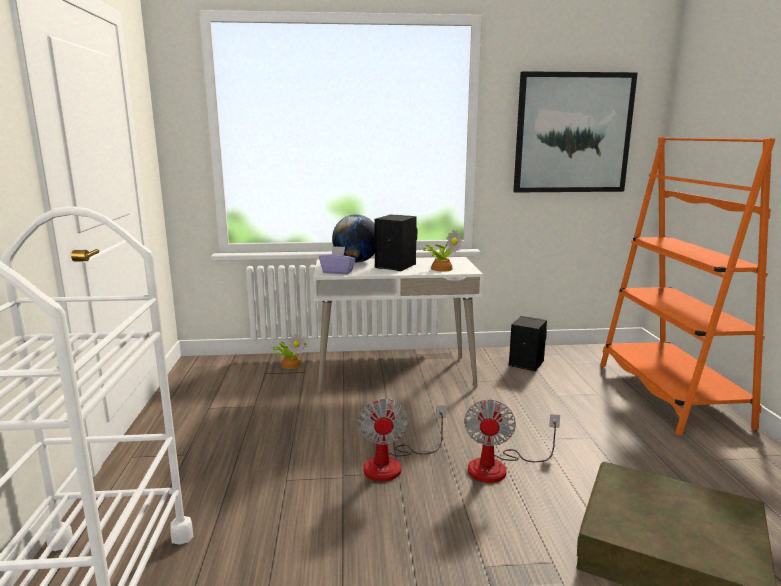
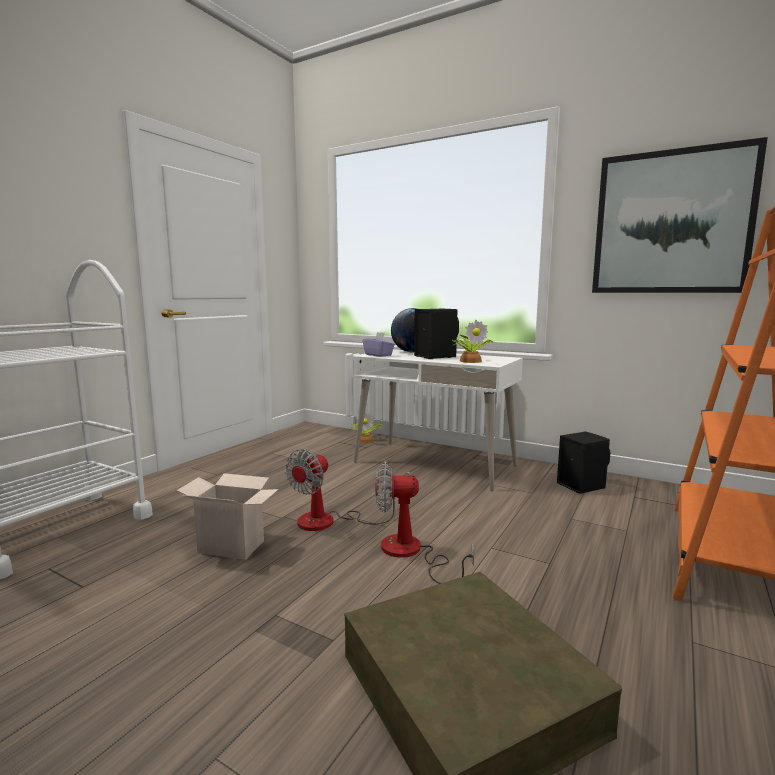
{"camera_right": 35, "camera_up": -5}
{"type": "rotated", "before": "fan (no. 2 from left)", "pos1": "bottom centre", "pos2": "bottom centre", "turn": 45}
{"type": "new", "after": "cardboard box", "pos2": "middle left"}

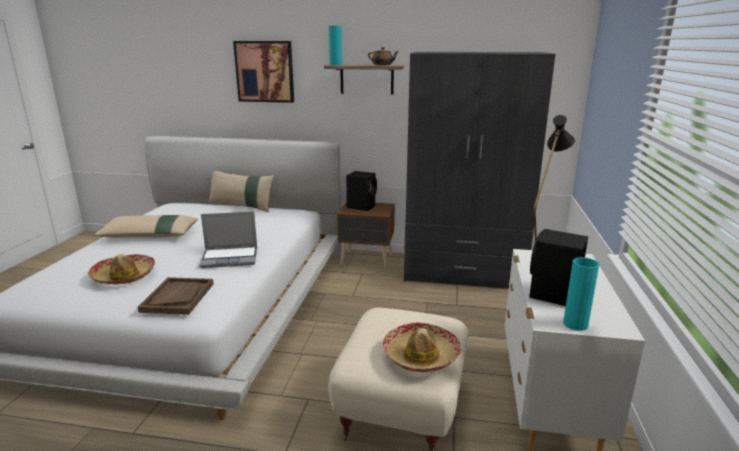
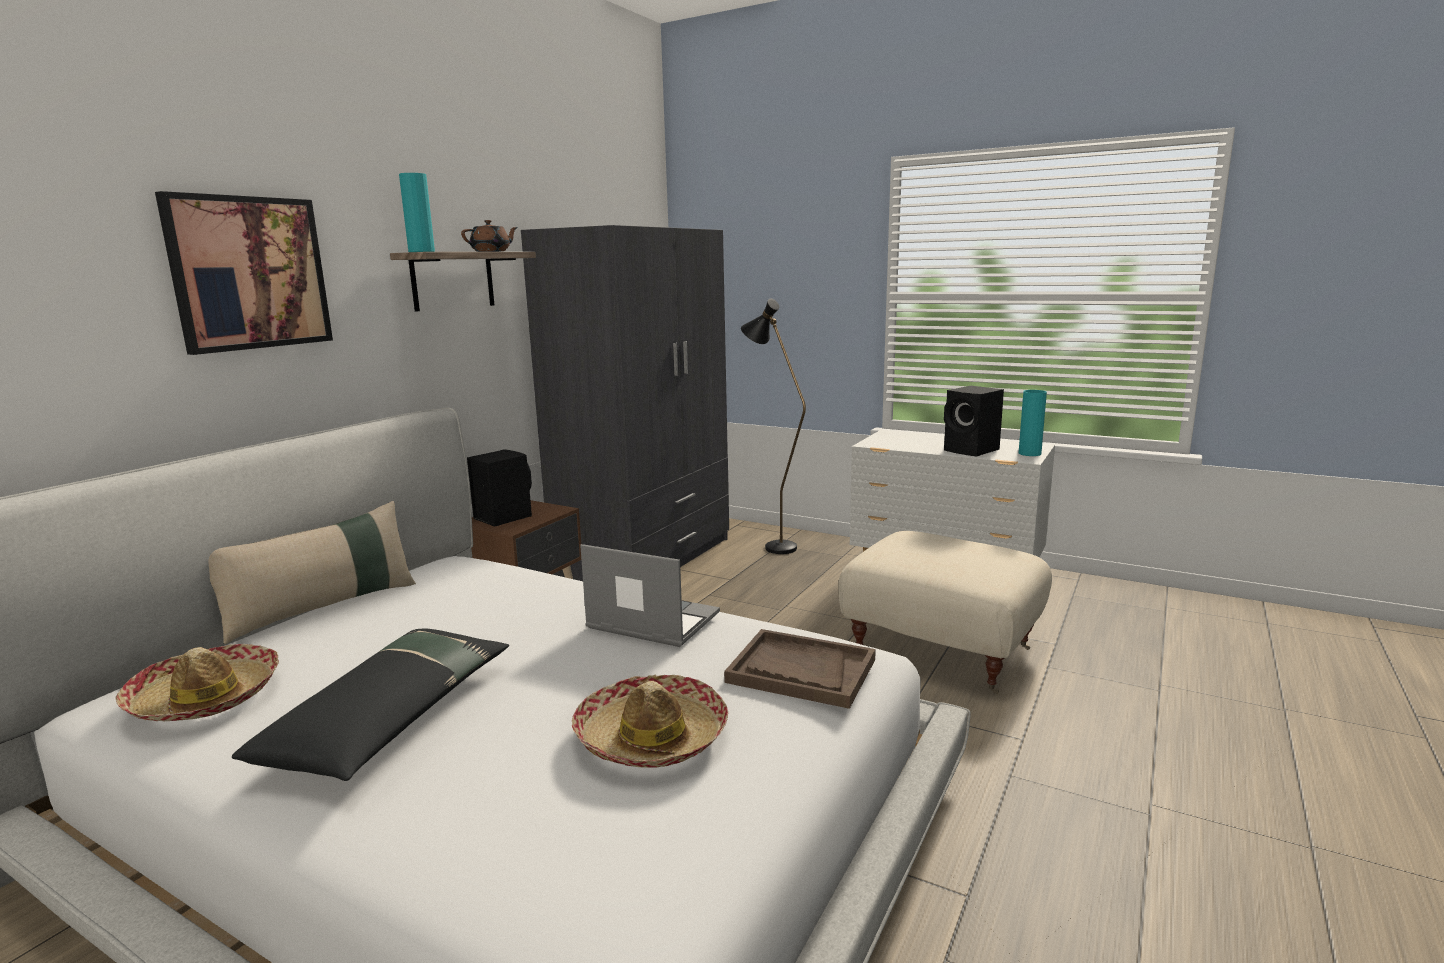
{"camera_right": -70, "camera_up": -5}
{"type": "rotated", "before": "laptop", "pos1": "middle left", "pos2": "centre", "turn": -75}
{"type": "repainted", "before": "pillow (beige) (no. 1 from left)", "after": "pillow (black)", "pos1": "middle left", "pos2": "bottom left"}
{"type": "shifted", "before": "hat (no. 2 from left in the first image)", "after": "hat (no. 1 from left)", "pos1": "bottom centre", "pos2": "bottom left"}

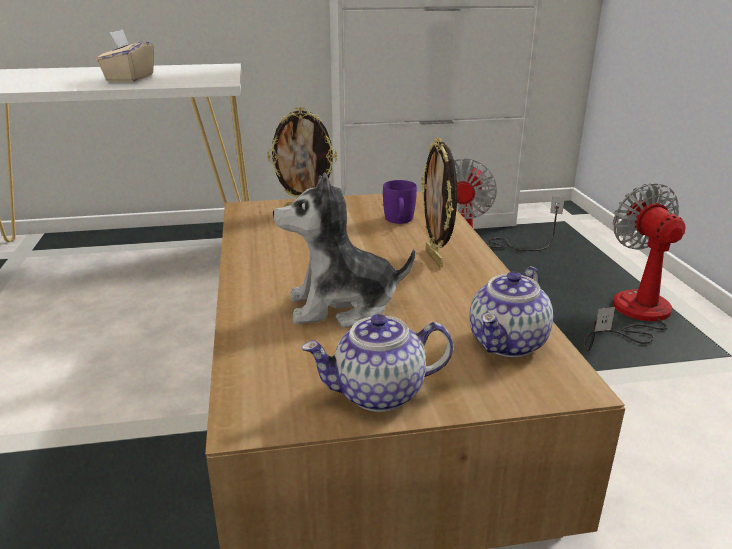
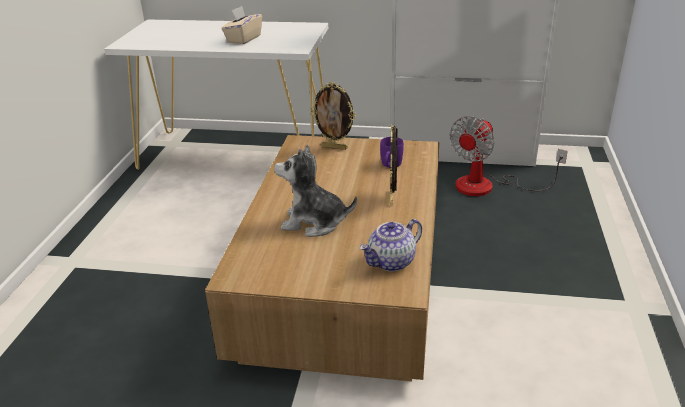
{"camera_right": 20, "camera_up": 5}
{"type": "gone", "before": "fan (no. 2 from left)", "pos1": "middle right"}
{"type": "gone", "before": "teapot (no. 1 from left)", "pos1": "centre"}

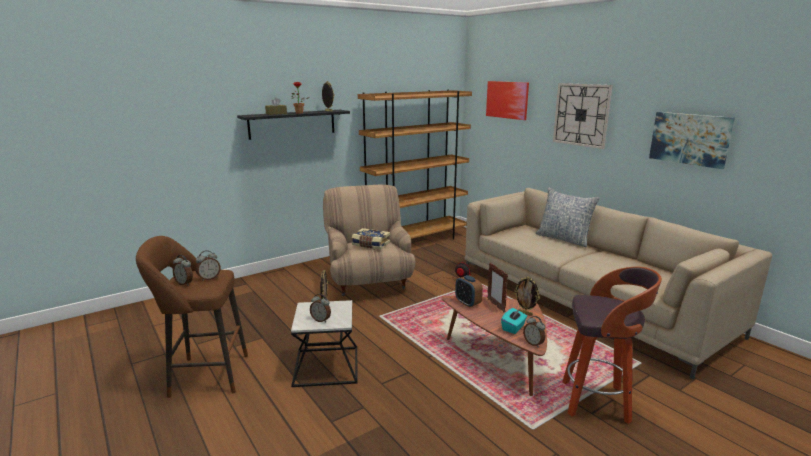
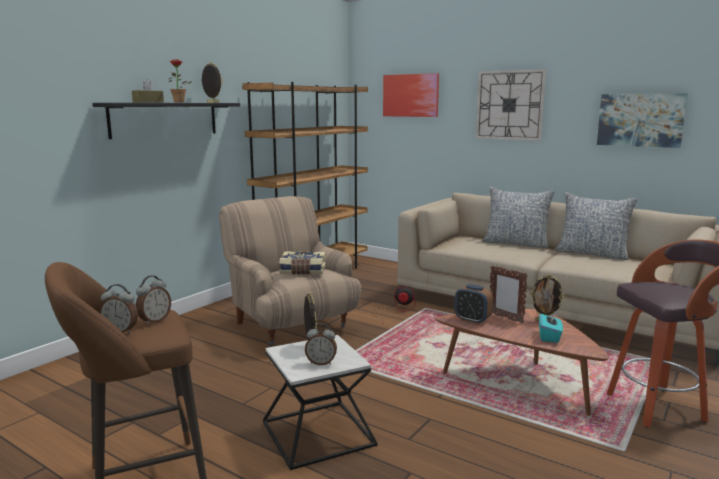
{"camera_right": -20, "camera_up": -5}
{"type": "gone", "before": "alarm clock (no. 5 from left)", "pos1": "bottom centre"}
{"type": "new", "after": "pillow (no. 2 from left)", "pos2": "middle right"}

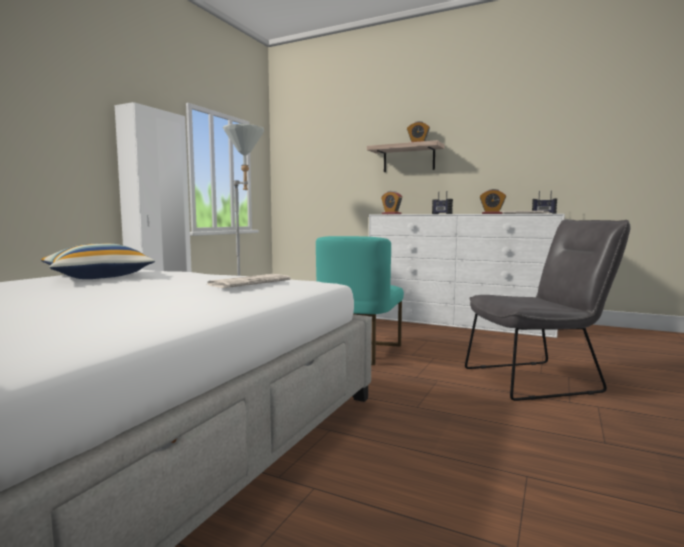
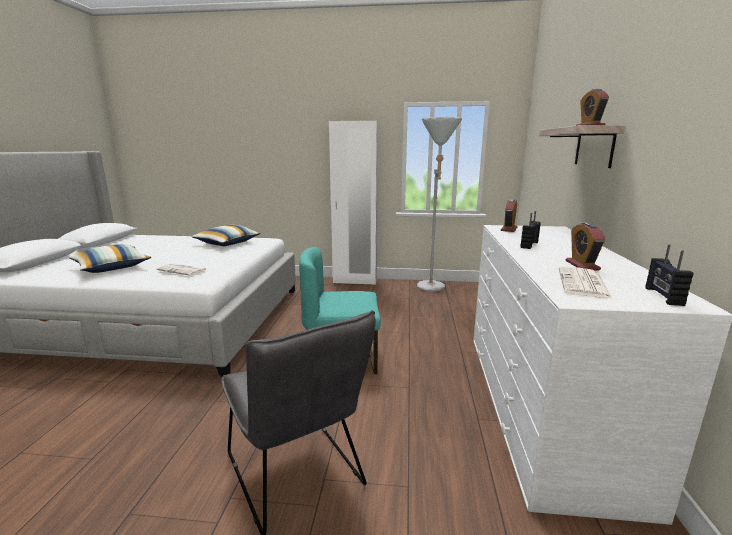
{"camera_right": 70, "camera_up": 10}
{"type": "new", "after": "pillow (no. 1 from left)", "pos2": "middle left"}

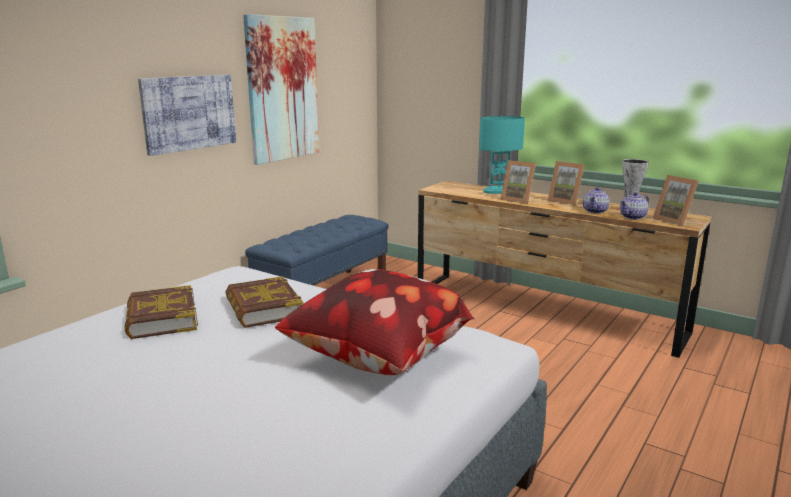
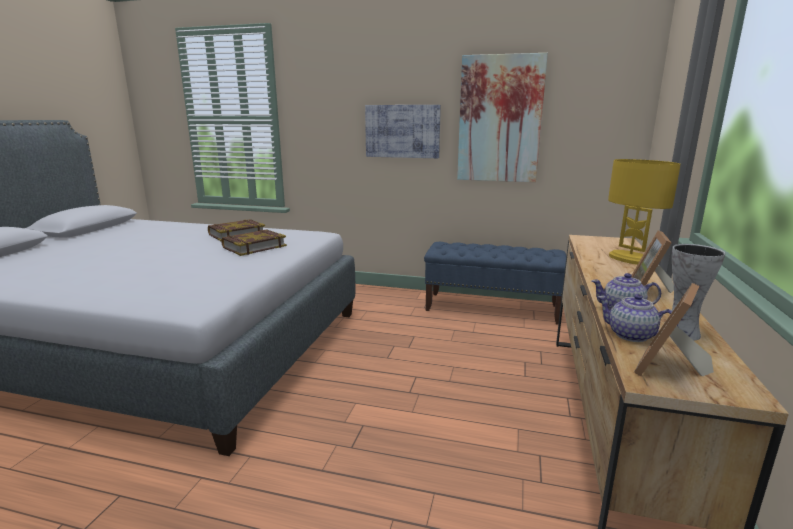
{"camera_right": 70, "camera_up": 0}
{"type": "repainted", "before": "table lamp (turquoise)", "after": "table lamp (yellow)", "pos1": "top centre", "pos2": "middle right"}
{"type": "gone", "before": "picture frame (no. 1 from left)", "pos1": "centre"}
{"type": "gone", "before": "pillow", "pos1": "centre"}

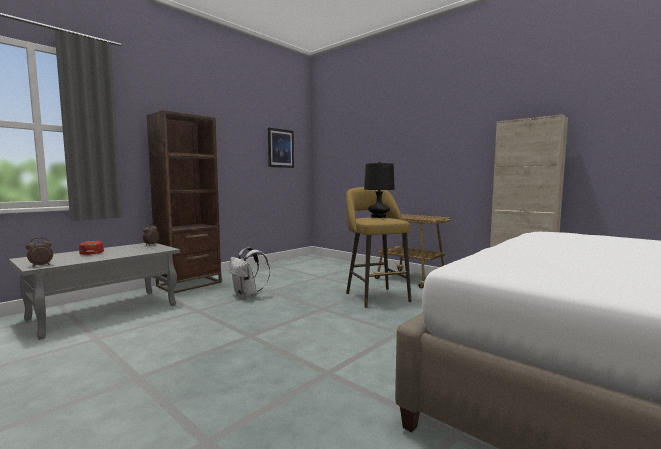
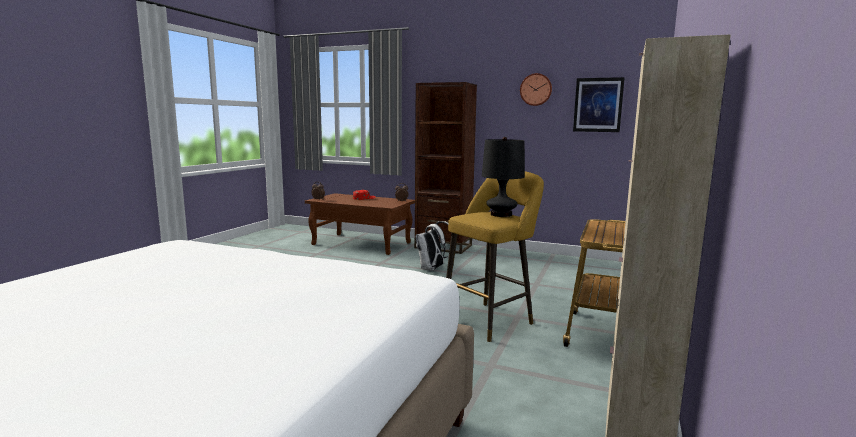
{"camera_right": 70, "camera_up": 5}
{"type": "repainted", "before": "coffee table (grey)", "after": "coffee table (brown)", "pos1": "middle left", "pos2": "centre"}
{"type": "new", "after": "wall clock", "pos2": "top centre"}

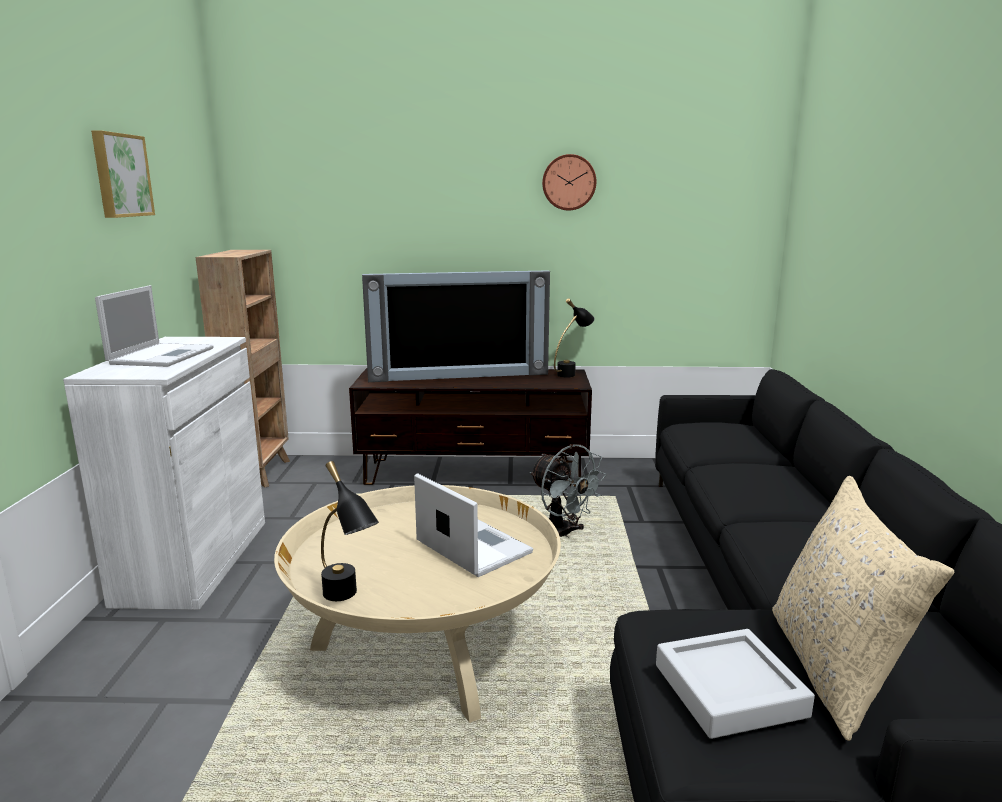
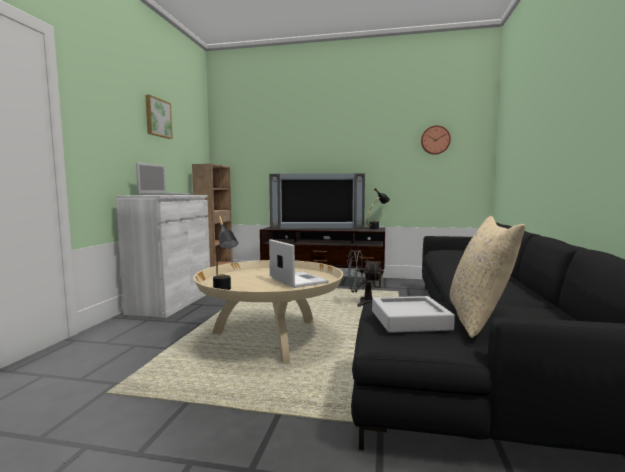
{"camera_right": 10, "camera_up": -10}
{"type": "shifted", "before": "wall clock", "pos1": "top centre", "pos2": "top right"}
{"type": "rotated", "before": "fan (grey)", "pos1": "centre", "pos2": "centre", "turn": 135}

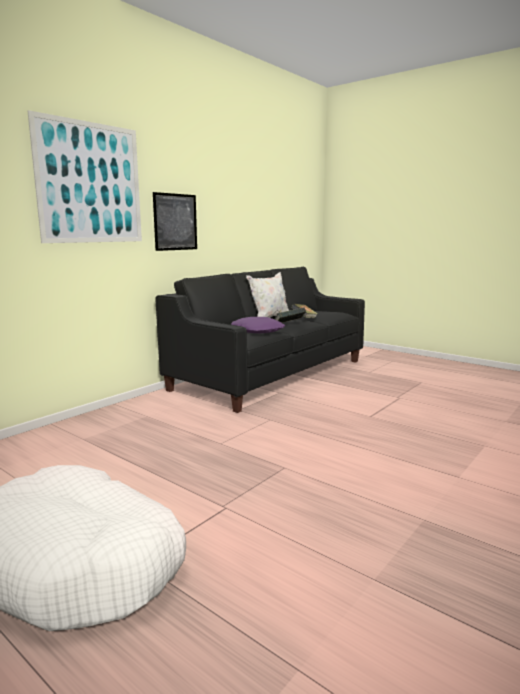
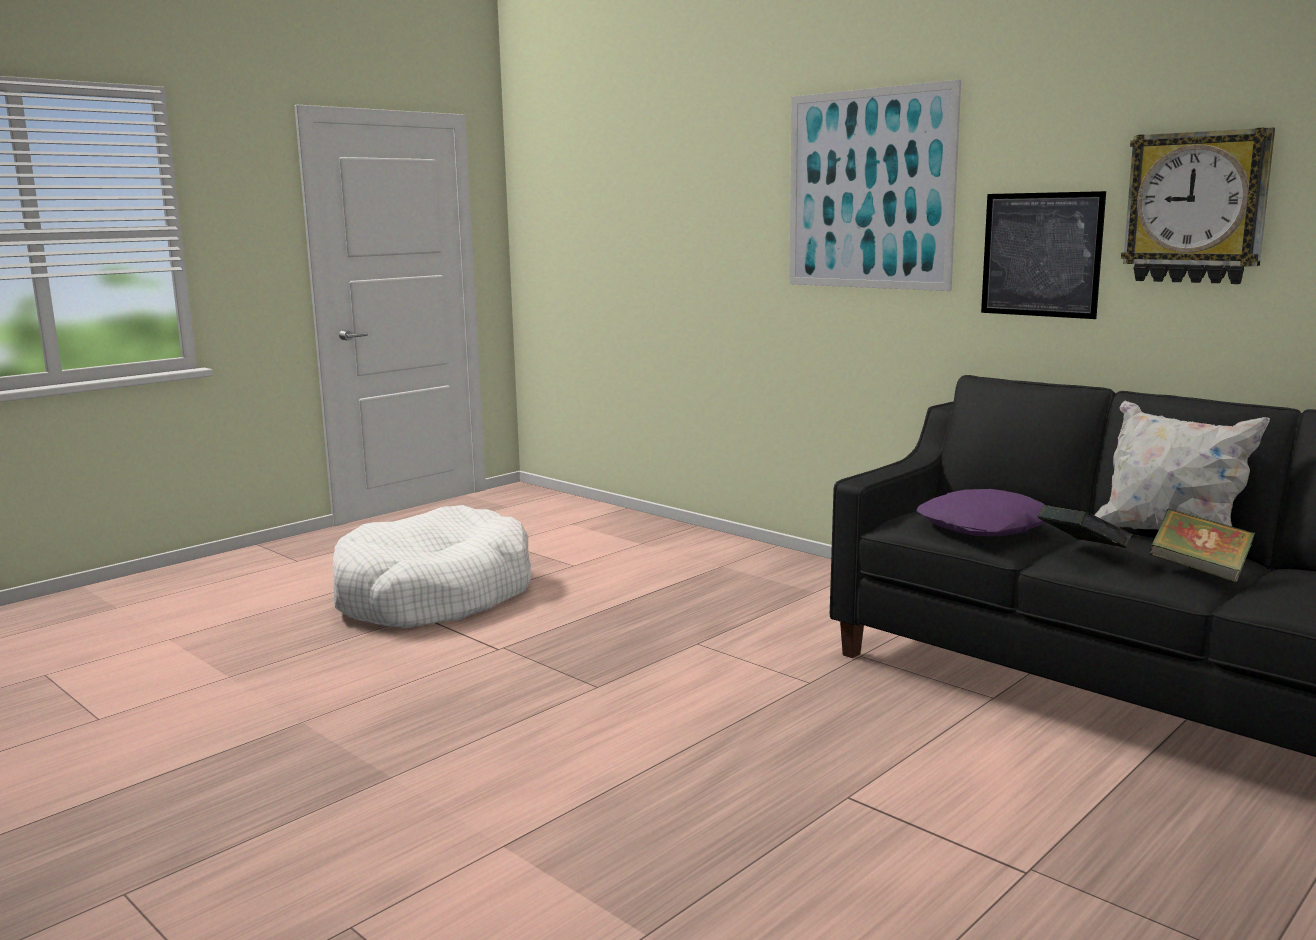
{"camera_right": 95, "camera_up": 0}
{"type": "new", "after": "wall clock", "pos2": "top right"}

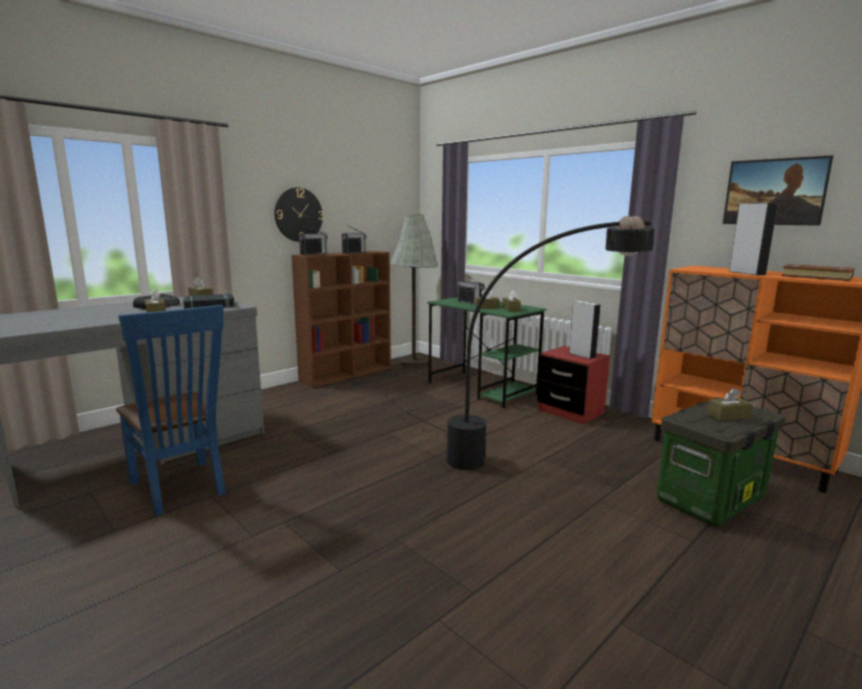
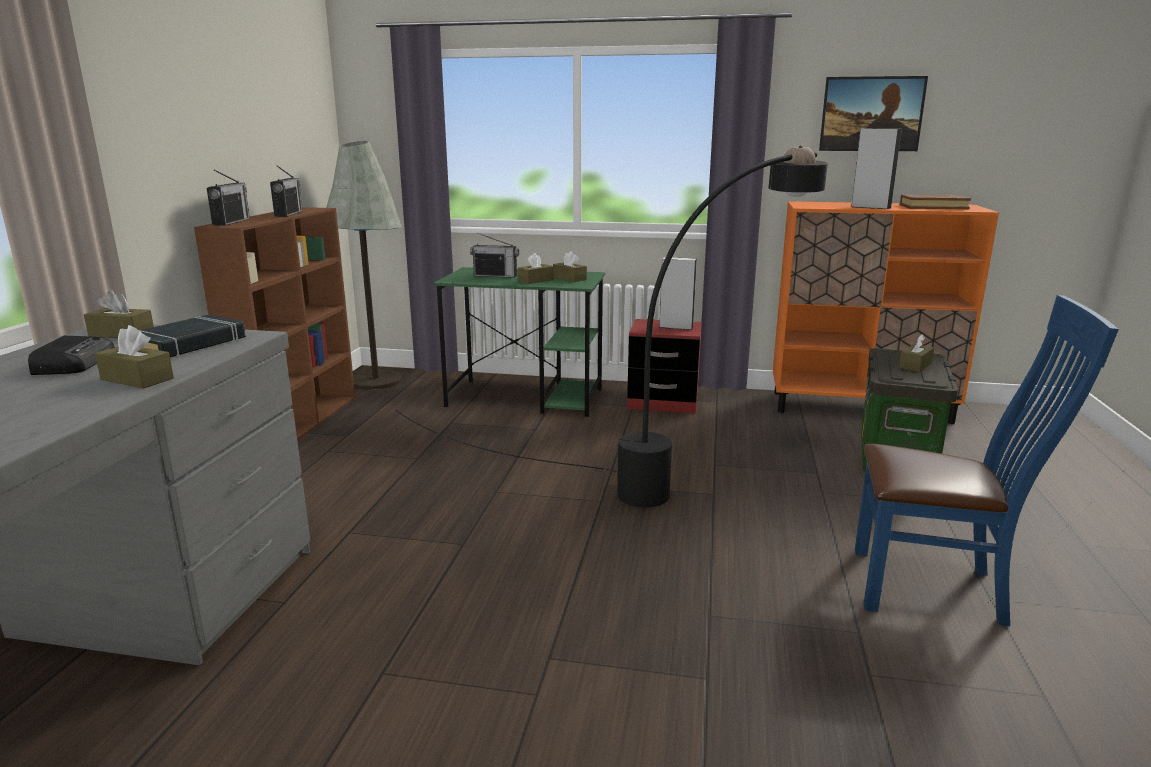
{"camera_right": -35, "camera_up": 5}
{"type": "gone", "before": "wall clock", "pos1": "top centre"}
{"type": "shifted", "before": "chair (blue)", "pos1": "middle left", "pos2": "middle right"}

